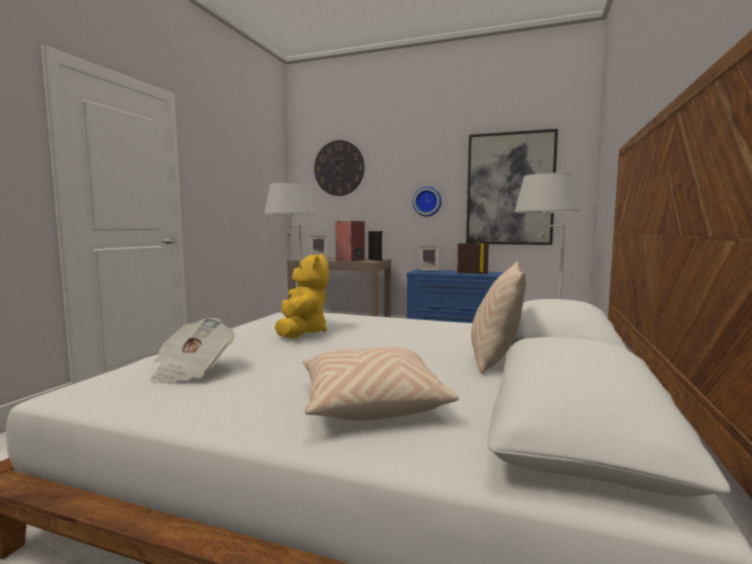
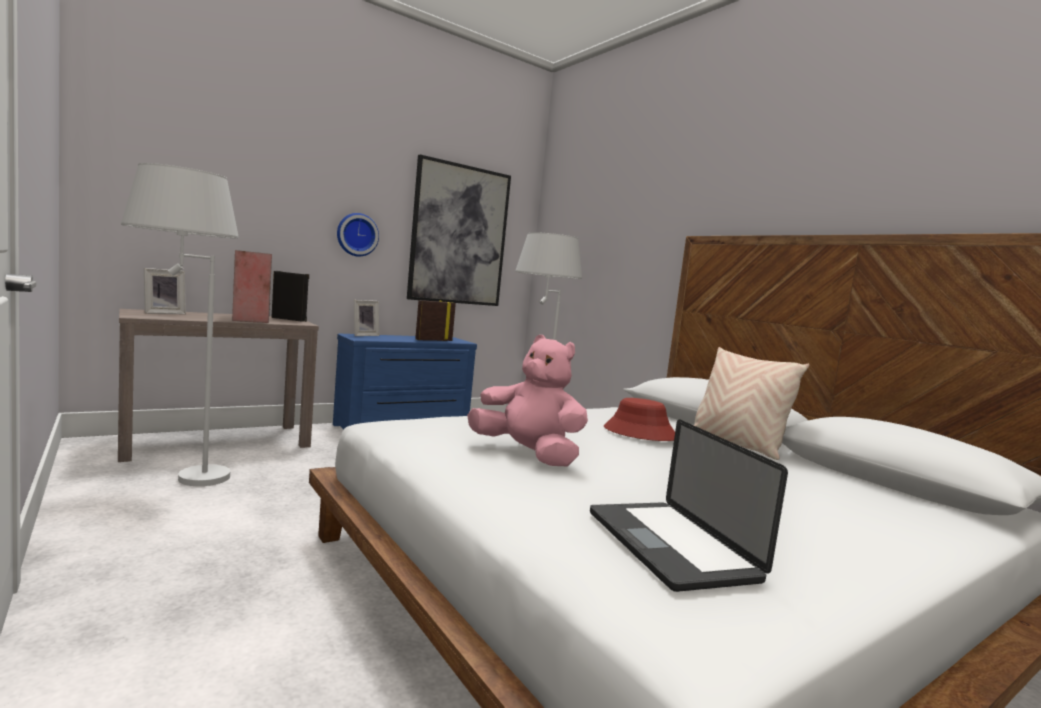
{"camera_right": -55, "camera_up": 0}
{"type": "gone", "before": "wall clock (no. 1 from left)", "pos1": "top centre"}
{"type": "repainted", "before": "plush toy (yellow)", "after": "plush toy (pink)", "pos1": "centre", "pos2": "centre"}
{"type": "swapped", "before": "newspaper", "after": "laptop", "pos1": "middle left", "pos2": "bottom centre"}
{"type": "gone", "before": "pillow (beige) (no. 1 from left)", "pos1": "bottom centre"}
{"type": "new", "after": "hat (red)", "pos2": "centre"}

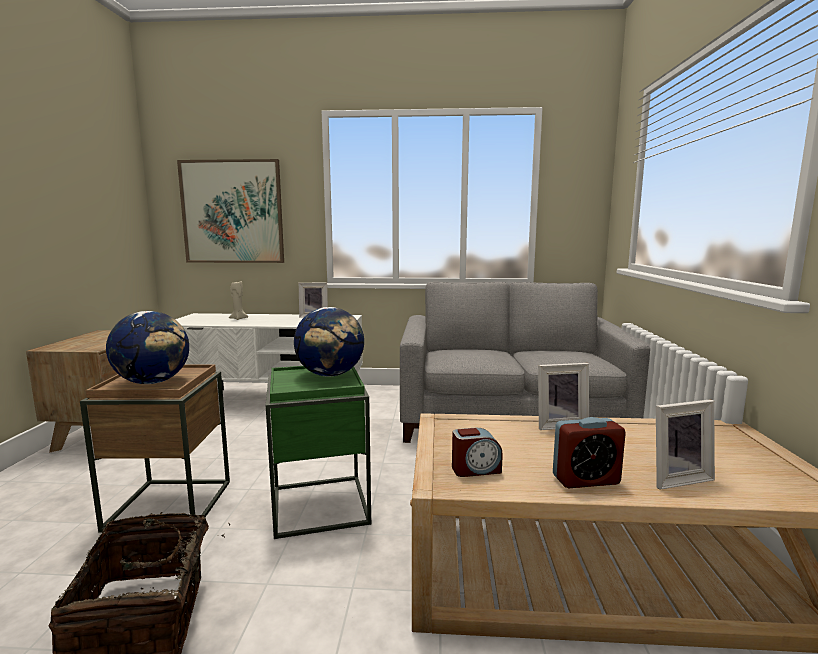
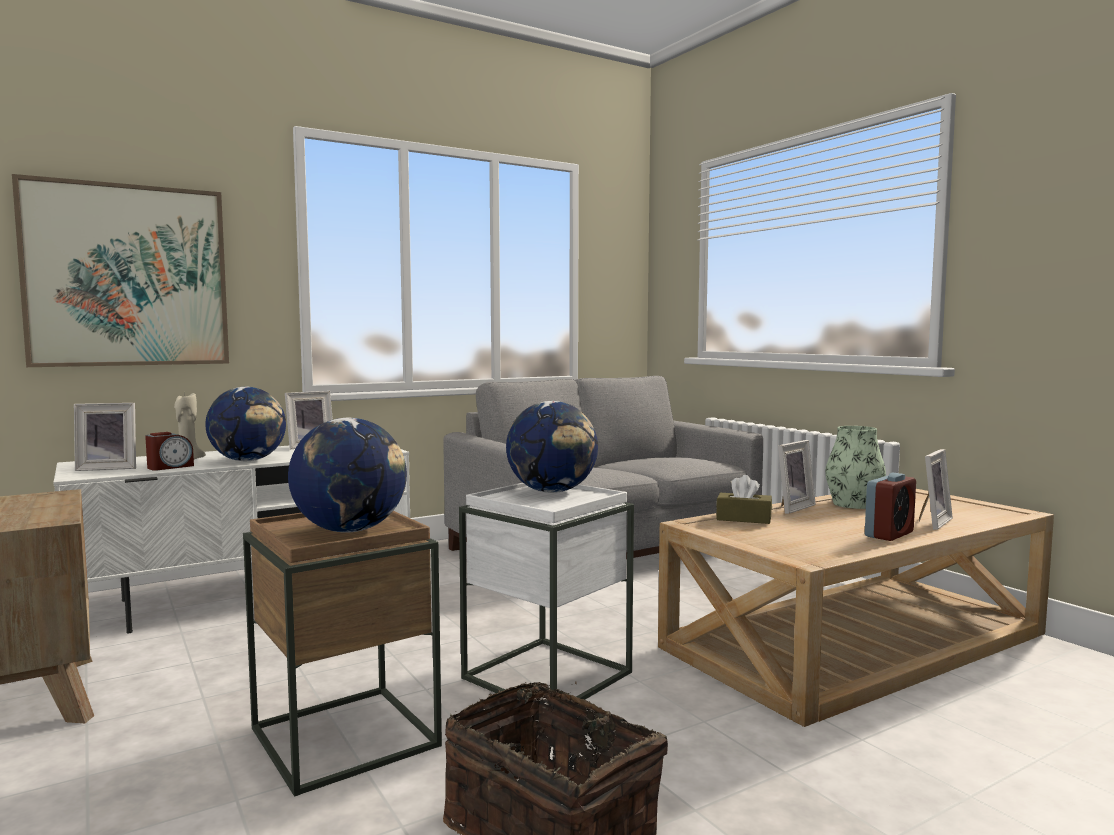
{"camera_right": -35, "camera_up": -5}
{"type": "repainted", "before": "side table (green)", "after": "side table (white)", "pos1": "bottom centre", "pos2": "bottom centre"}
{"type": "shifted", "before": "alarm clock (no. 1 from left)", "pos1": "bottom centre", "pos2": "middle left"}
{"type": "new", "after": "globe (no. 1 from left)", "pos2": "middle left"}
{"type": "new", "after": "picture frame (no. 1 from left)", "pos2": "middle left"}
{"type": "new", "after": "vase", "pos2": "middle right"}
{"type": "new", "after": "tissue box (brown)", "pos2": "middle right"}

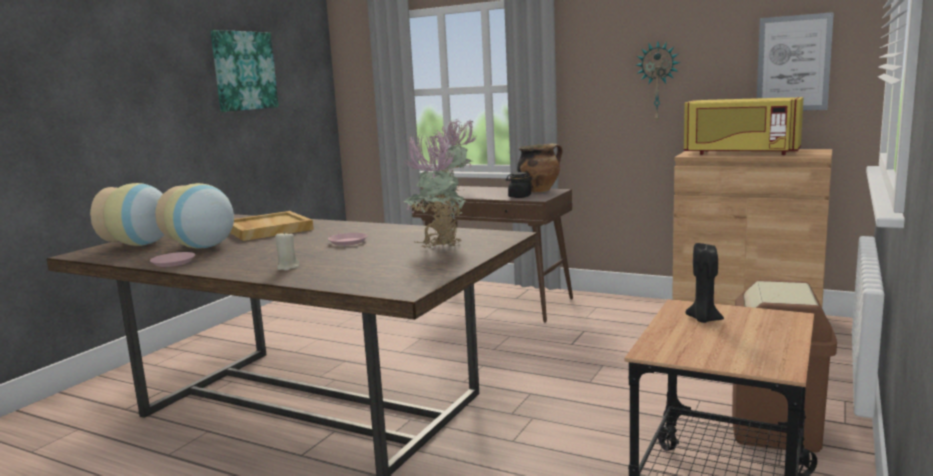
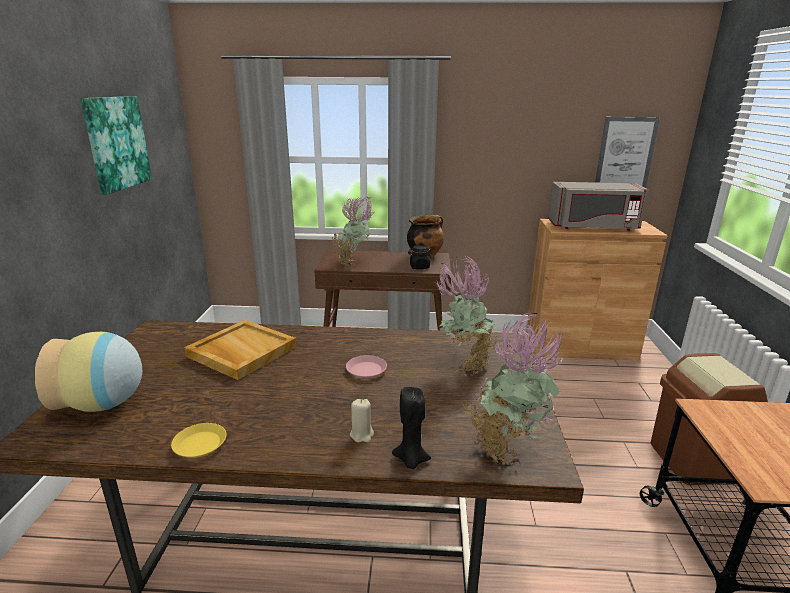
{"camera_right": -25, "camera_up": 10}
{"type": "gone", "before": "wall clock", "pos1": "top right"}
{"type": "repainted", "before": "microwave (yellow)", "after": "microwave (grey)", "pos1": "top right", "pos2": "middle right"}
{"type": "gone", "before": "vase (no. 2 from left)", "pos1": "middle left"}
{"type": "shifted", "before": "candle (black)", "pos1": "middle right", "pos2": "bottom centre"}
{"type": "repainted", "before": "plate (pink) (no. 1 from left)", "after": "plate (yellow)", "pos1": "middle left", "pos2": "bottom left"}
{"type": "new", "after": "potted plant (no. 3 from left)", "pos2": "centre"}

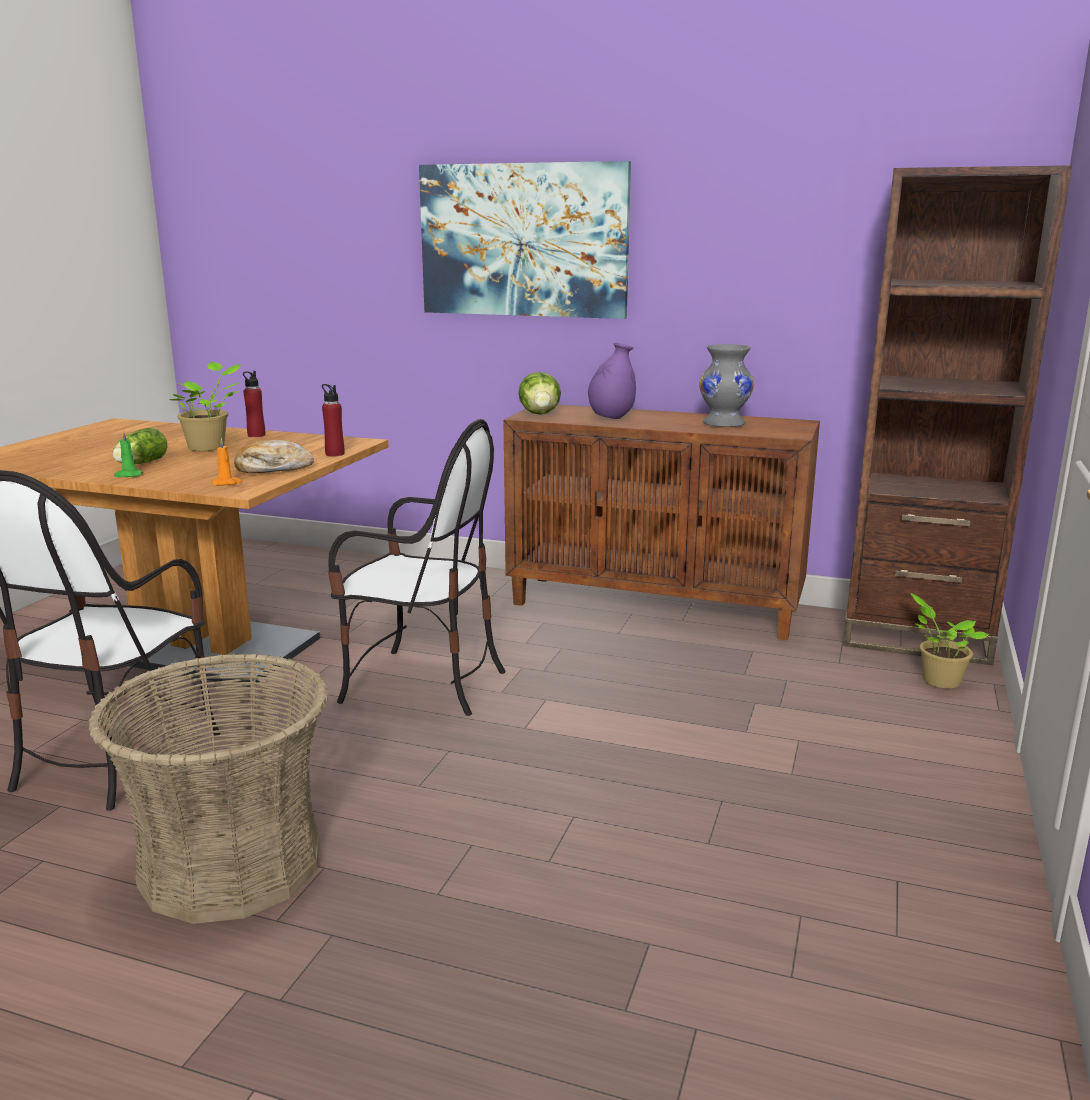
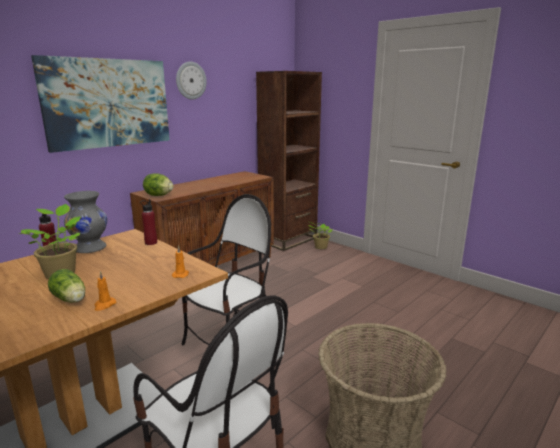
{"camera_right": -65, "camera_up": 0}
{"type": "gone", "before": "vase (purple)", "pos1": "centre"}
{"type": "shifted", "before": "vase (grey)", "pos1": "centre", "pos2": "middle left"}
{"type": "repainted", "before": "candle (green)", "after": "candle (orange) (no. 1 from left)", "pos1": "middle left", "pos2": "middle left"}
{"type": "gone", "before": "bread", "pos1": "middle left"}
{"type": "new", "after": "wall clock", "pos2": "top centre"}

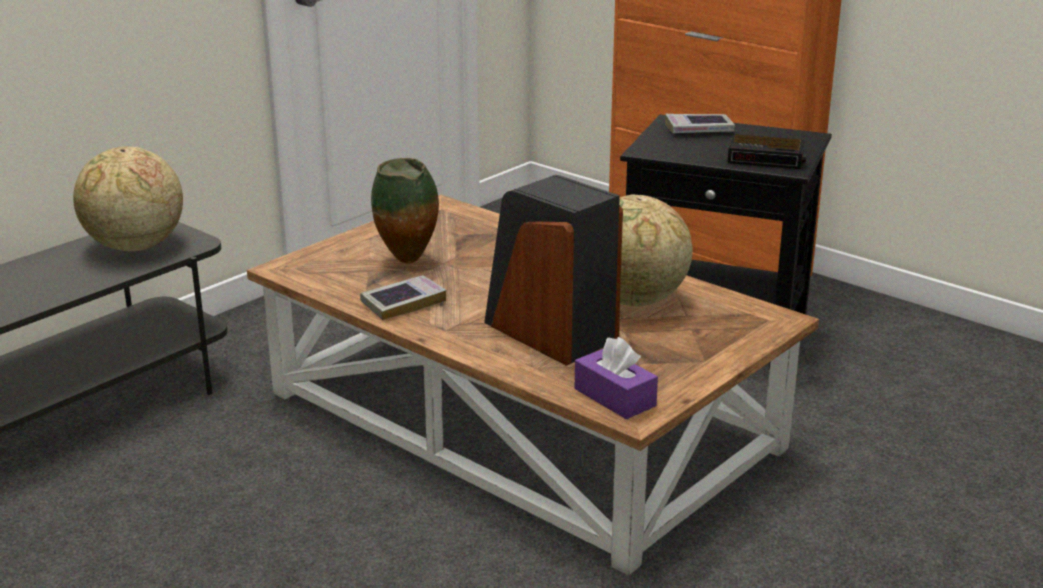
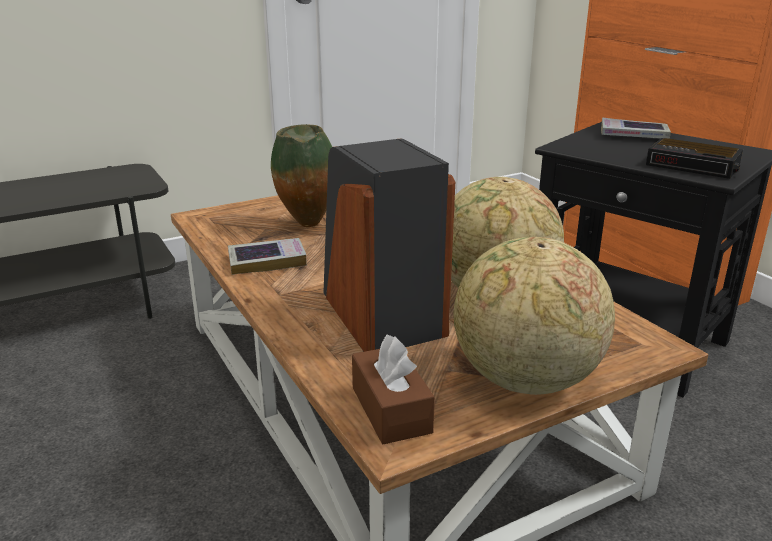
{"camera_right": 20, "camera_up": 0}
{"type": "shifted", "before": "globe (no. 1 from left in the first image)", "after": "globe (no. 2 from left)", "pos1": "middle left", "pos2": "middle right"}
{"type": "repainted", "before": "tissue box (purple)", "after": "tissue box (brown)", "pos1": "centre", "pos2": "bottom centre"}

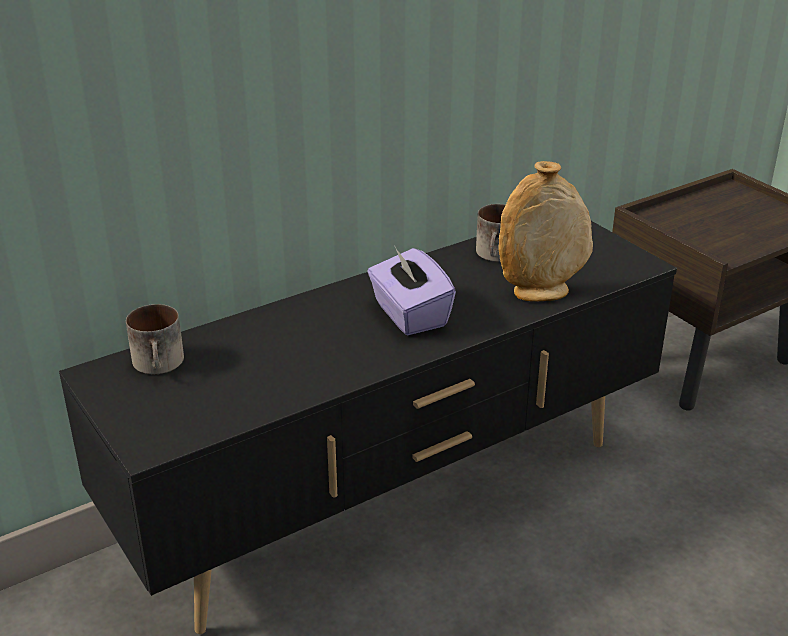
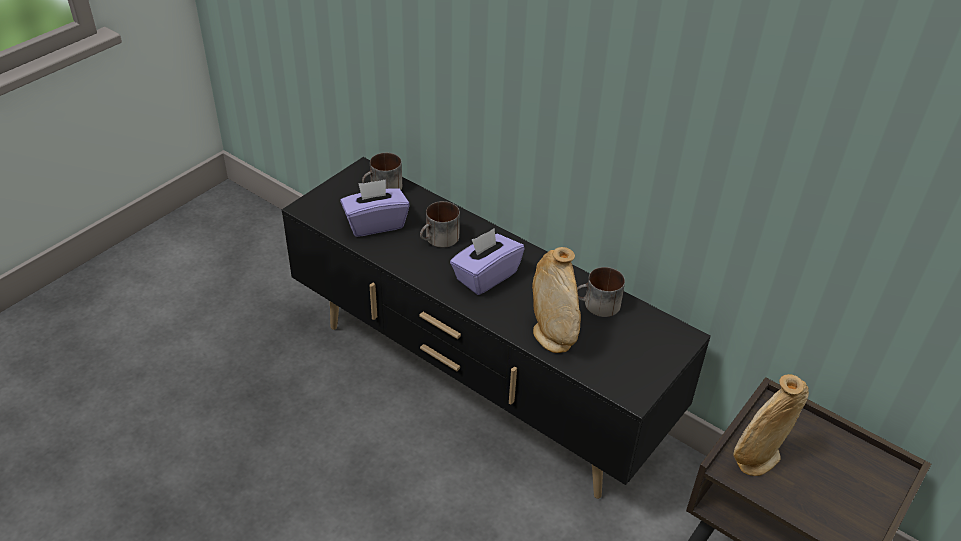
{"camera_right": 70, "camera_up": 10}
{"type": "new", "after": "tissue box (purple) (no. 1 from left)", "pos2": "centre"}
{"type": "new", "after": "mug (no. 2 from left)", "pos2": "centre"}
{"type": "new", "after": "vase (beige) (no. 2 from left)", "pos2": "bottom right"}

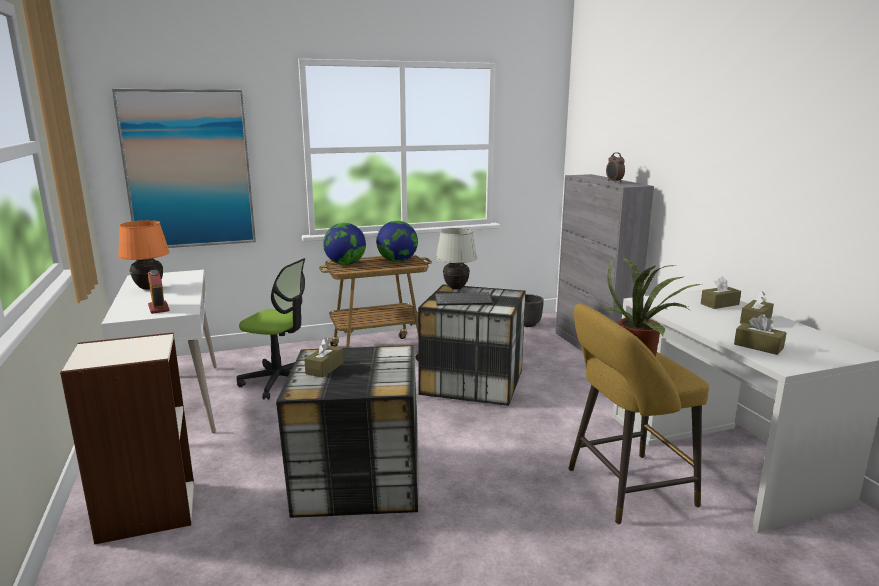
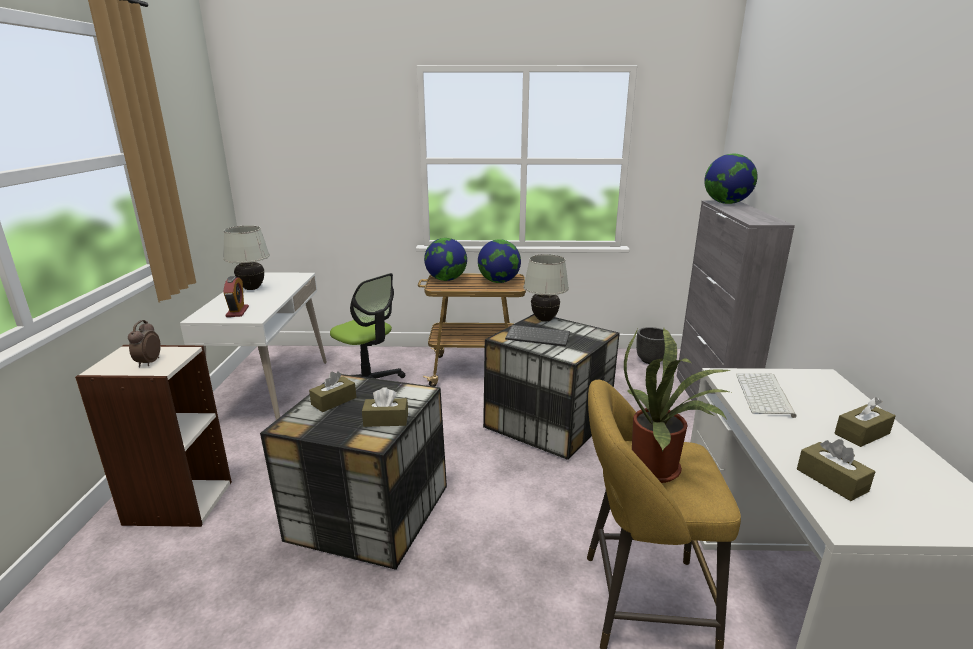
{"camera_right": 20, "camera_up": 5}
{"type": "gone", "before": "picture", "pos1": "top left"}
{"type": "shifted", "before": "alarm clock (no. 2 from left in the first image)", "after": "alarm clock (no. 1 from left)", "pos1": "top right", "pos2": "middle left"}
{"type": "repainted", "before": "table lamp (orange)", "after": "table lamp (white) (no. 1 from left)", "pos1": "middle left", "pos2": "middle left"}
{"type": "shifted", "before": "tissue box (brown) (no. 2 from left)", "pos1": "middle right", "pos2": "centre"}
{"type": "new", "after": "globe (no. 3 from left)", "pos2": "top right"}
{"type": "new", "after": "keyboard (no. 2 from left)", "pos2": "middle right"}

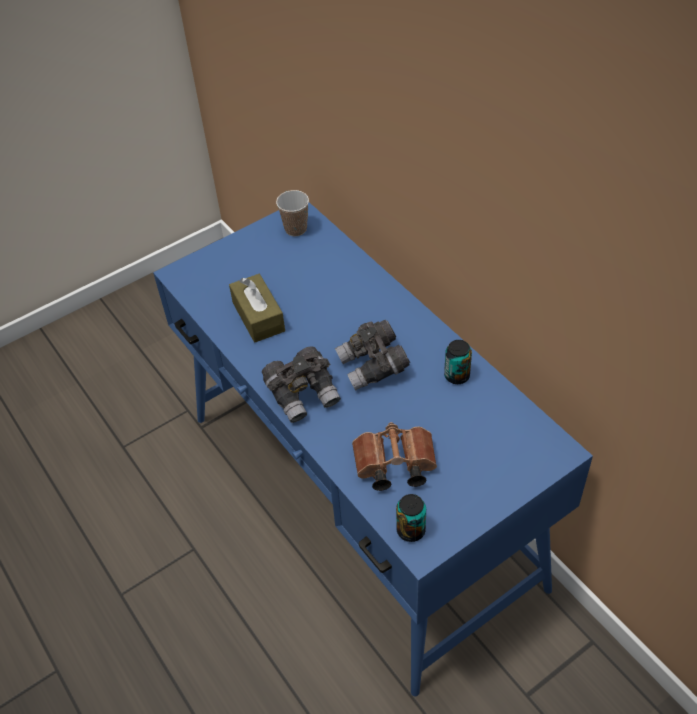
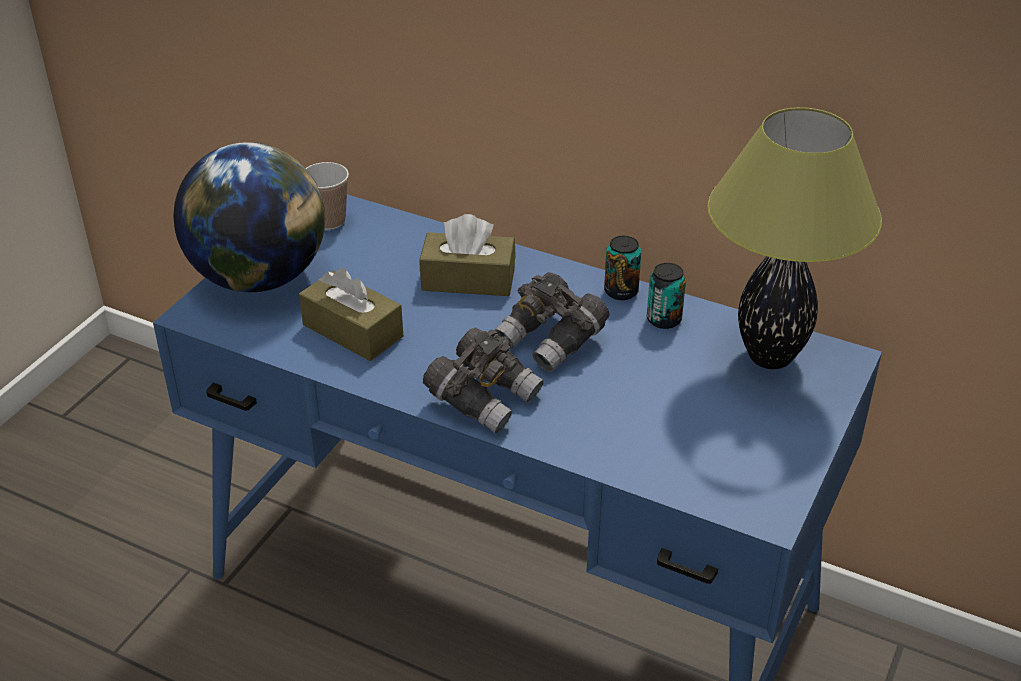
{"camera_right": -30, "camera_up": -10}
{"type": "gone", "before": "binoculars (brown)", "pos1": "centre"}
{"type": "shifted", "before": "can (no. 1 from left)", "pos1": "bottom centre", "pos2": "centre"}
{"type": "new", "after": "table lamp", "pos2": "middle right"}
{"type": "new", "after": "globe", "pos2": "top left"}
{"type": "new", "after": "tissue box (brown) (no. 2 from left)", "pos2": "centre"}

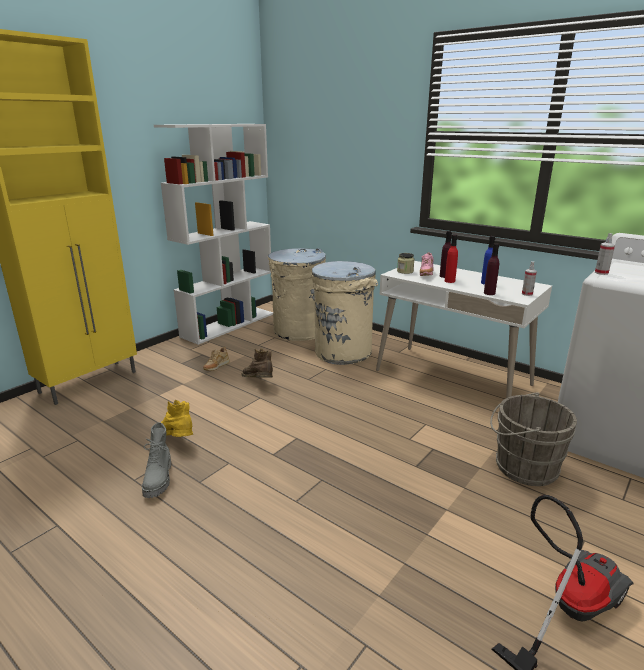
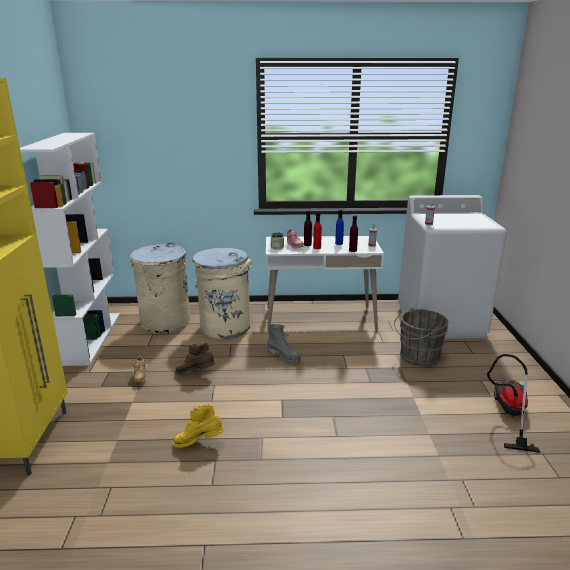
{"camera_right": -40, "camera_up": 0}
{"type": "shifted", "before": "boot (grey)", "pos1": "bottom left", "pos2": "centre"}

